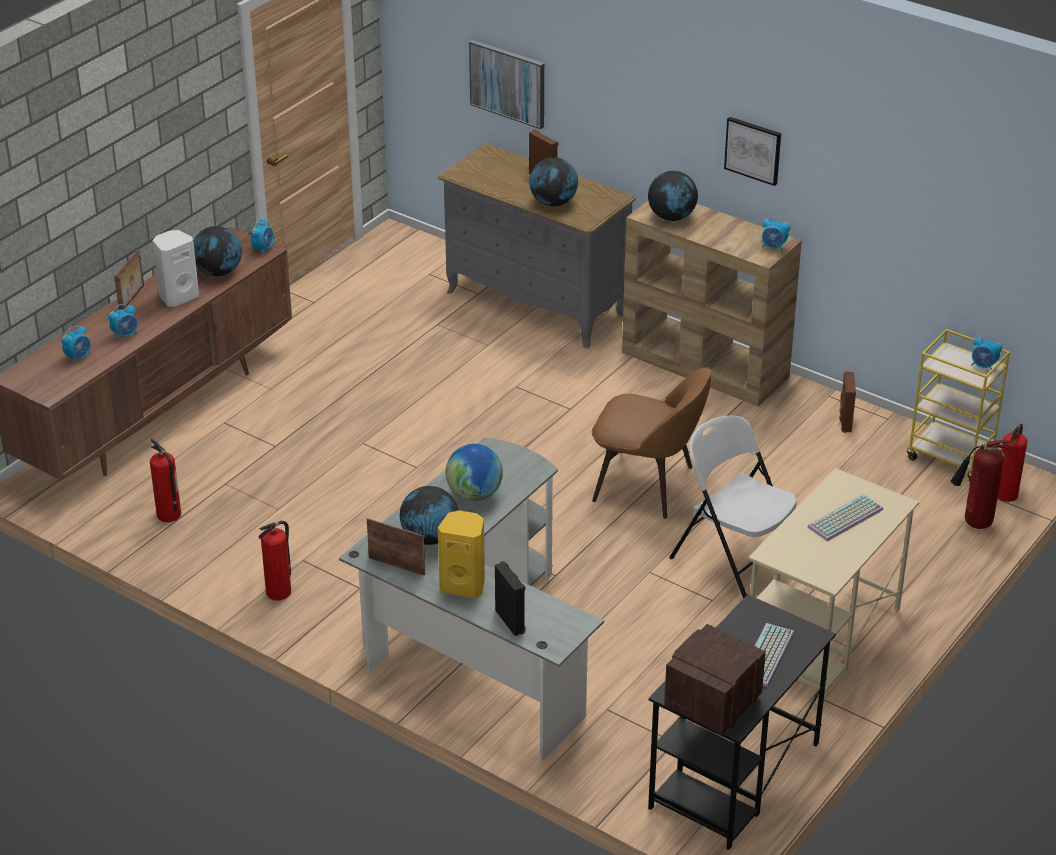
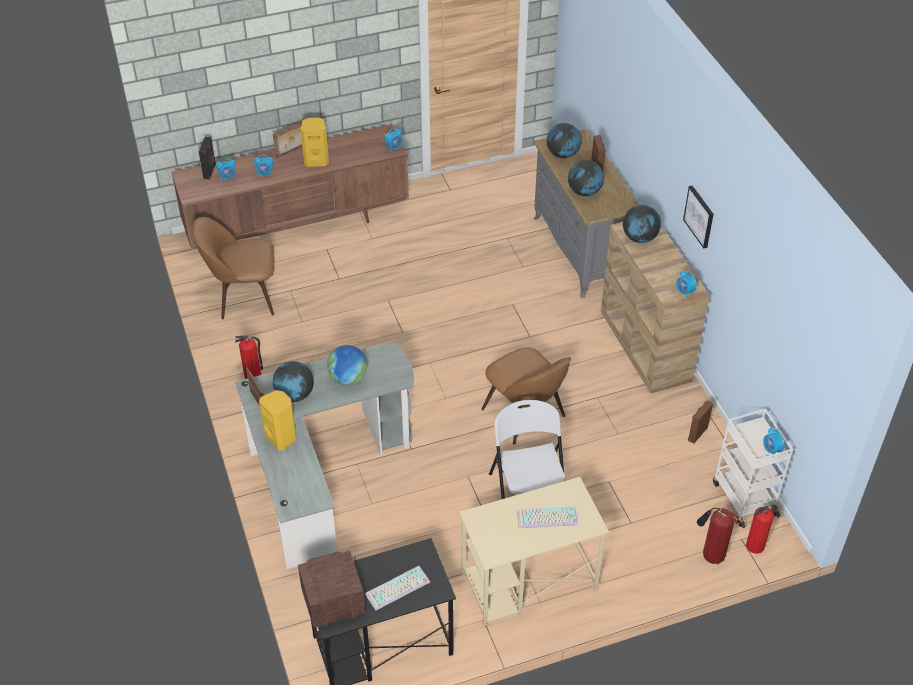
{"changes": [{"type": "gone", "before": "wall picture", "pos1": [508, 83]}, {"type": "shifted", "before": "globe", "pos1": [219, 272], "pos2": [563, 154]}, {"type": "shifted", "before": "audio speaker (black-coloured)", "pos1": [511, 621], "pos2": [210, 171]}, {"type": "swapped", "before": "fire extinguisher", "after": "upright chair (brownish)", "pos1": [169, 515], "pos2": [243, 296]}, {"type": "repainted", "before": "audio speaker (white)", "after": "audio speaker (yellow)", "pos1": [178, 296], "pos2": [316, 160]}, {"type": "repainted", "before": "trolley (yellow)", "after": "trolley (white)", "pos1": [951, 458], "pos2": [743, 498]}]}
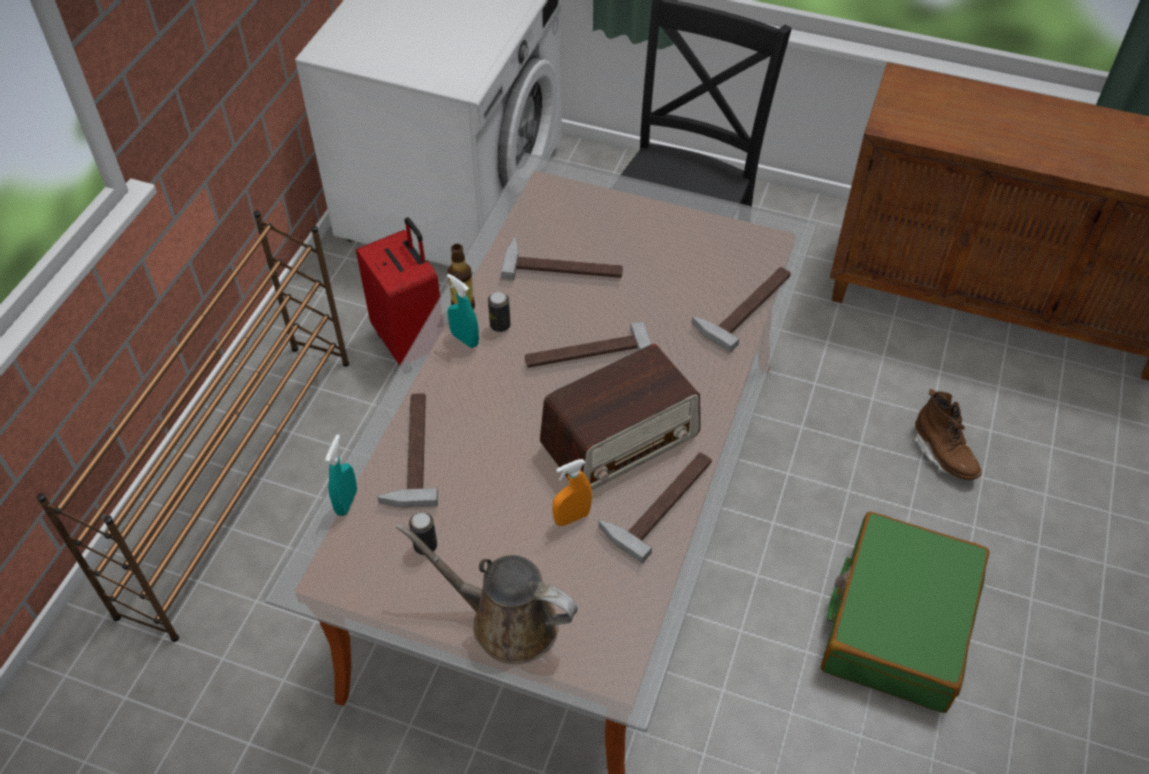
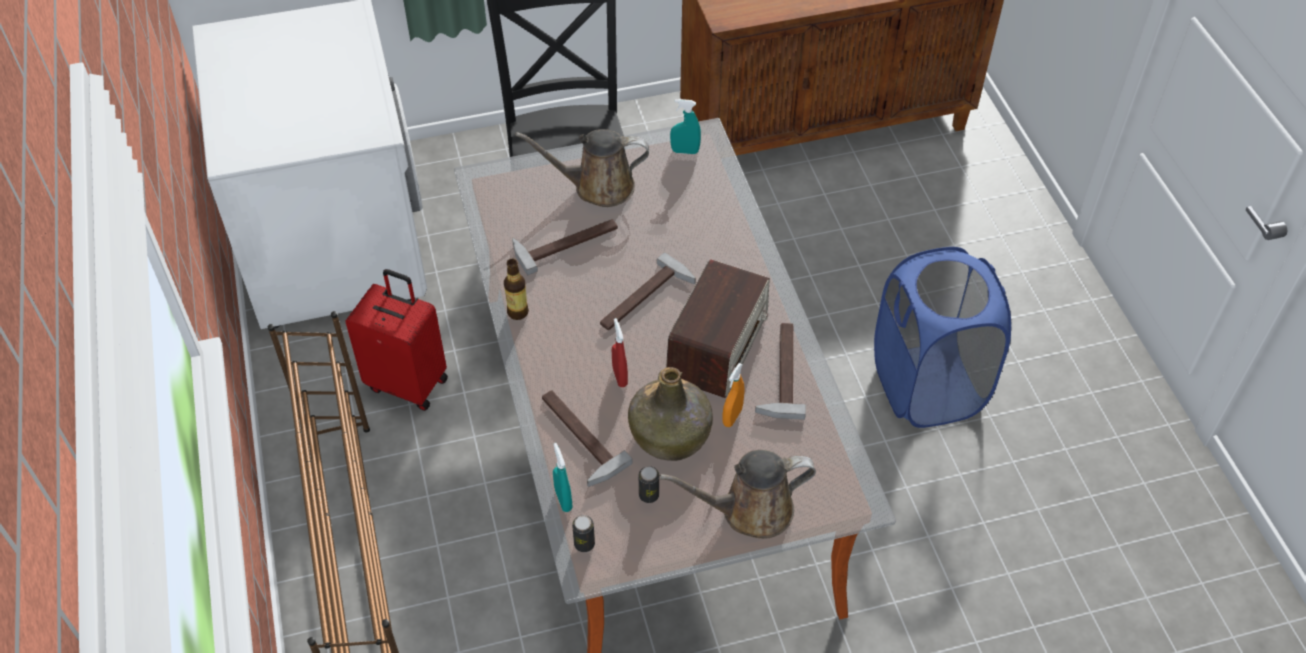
{"changes": [{"type": "gone", "before": "hammer", "pos1": [745, 304]}, {"type": "gone", "before": "high-top boot (brownish)", "pos1": [943, 454]}, {"type": "new", "after": "watering pot (brownish)", "pos2": [597, 187]}, {"type": "new", "after": "hand sprayer (red)", "pos2": [620, 376]}, {"type": "new", "after": "drink bottle (green)", "pos2": [671, 434]}, {"type": "shifted", "before": "hand sprayer (turquoise-coloured)", "pos1": [464, 339], "pos2": [685, 151]}, {"type": "shifted", "before": "metal can", "pos1": [500, 325], "pos2": [584, 544]}, {"type": "swapped", "before": "suitcase (green)", "after": "laundry basket (bluish)", "pos1": [897, 623], "pos2": [927, 386]}]}
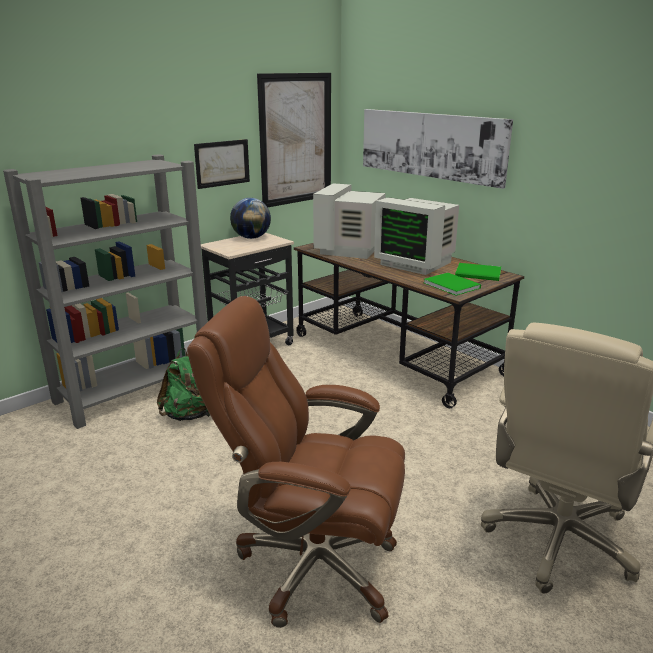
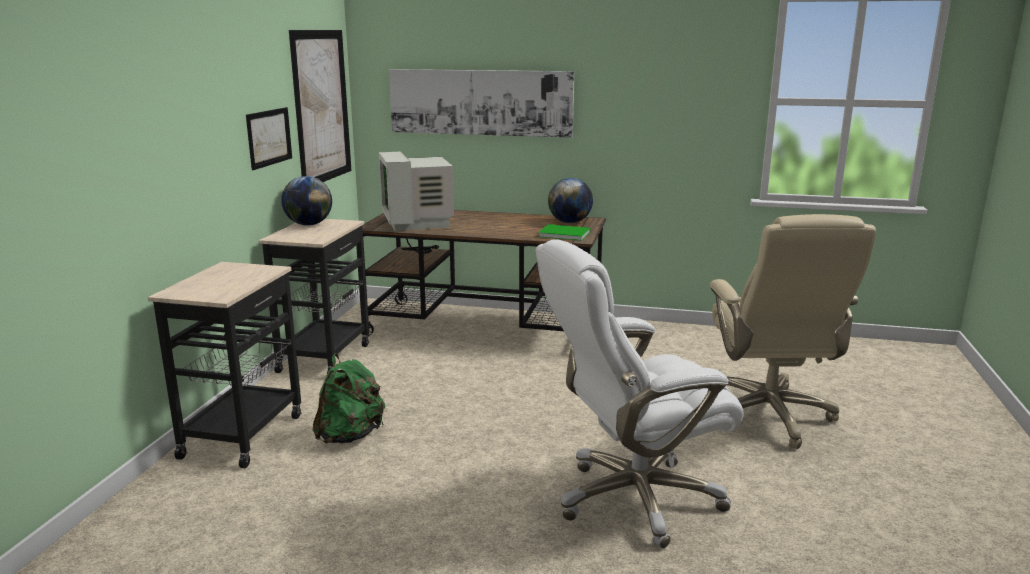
{"changes": [{"type": "gone", "before": "computer screen", "pos1": [416, 263]}, {"type": "swapped", "before": "bookcase (greyish)", "after": "trolley", "pos1": [135, 390], "pos2": [242, 435]}, {"type": "swapped", "before": "book (green)", "after": "globe", "pos1": [479, 274], "pos2": [570, 222]}, {"type": "repainted", "before": "office chair (brownish)", "after": "office chair (white)", "pos1": [312, 565], "pos2": [631, 500]}]}
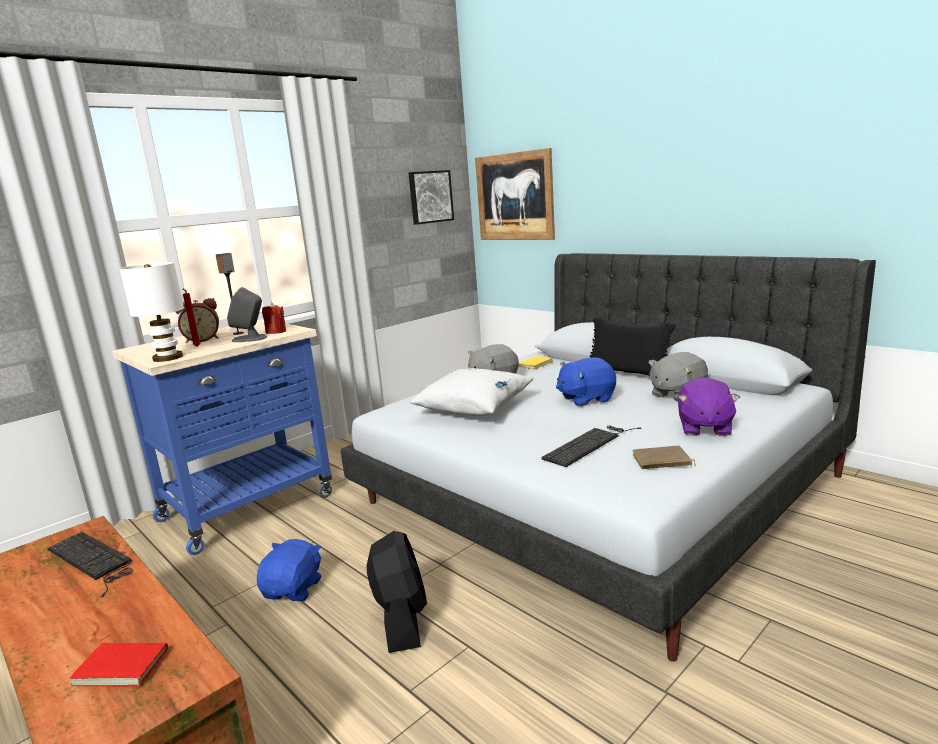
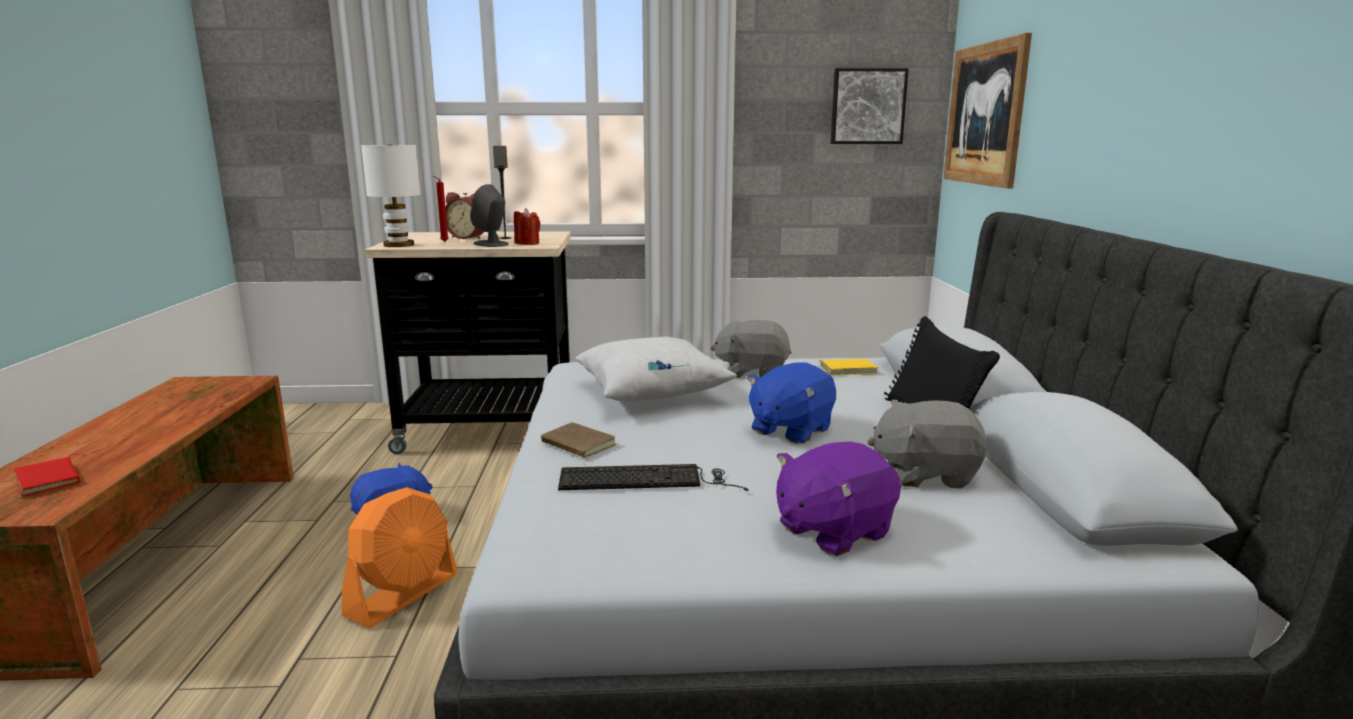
{"changes": [{"type": "gone", "before": "PC keyboard", "pos1": [93, 560]}, {"type": "shifted", "before": "book (brownish)", "pos1": [661, 461], "pos2": [576, 445]}, {"type": "repainted", "before": "trolley (bluish)", "after": "trolley (black-coloured)", "pos1": [248, 507], "pos2": [489, 432]}, {"type": "repainted", "before": "cooling fan (black-coloured)", "after": "cooling fan (orange-coloured)", "pos1": [401, 619], "pos2": [403, 594]}, {"type": "rotated", "before": "plush toy (bluish)", "pos1": [586, 399], "pos2": [790, 430], "turn": -75}]}
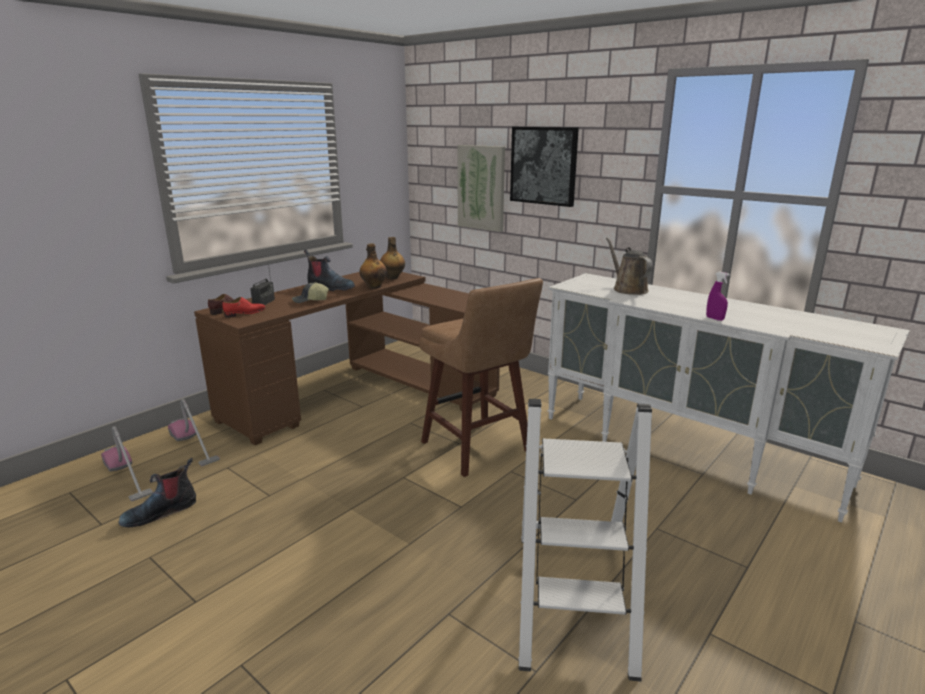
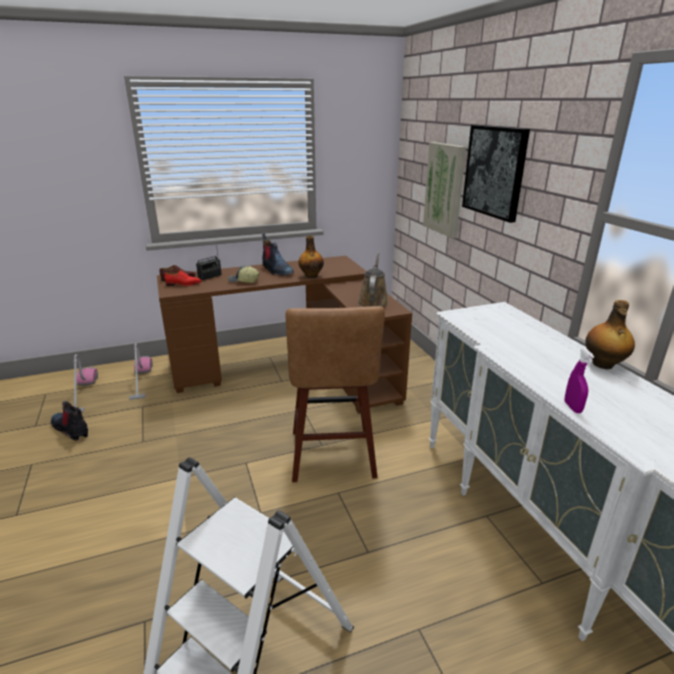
{"changes": [{"type": "shifted", "before": "drink bottle", "pos1": [392, 278], "pos2": [603, 364]}, {"type": "shifted", "before": "watering pot (brownish)", "pos1": [628, 289], "pos2": [373, 302]}, {"type": "rotated", "before": "high-top boot", "pos1": [161, 512], "pos2": [72, 429], "turn": 45}]}
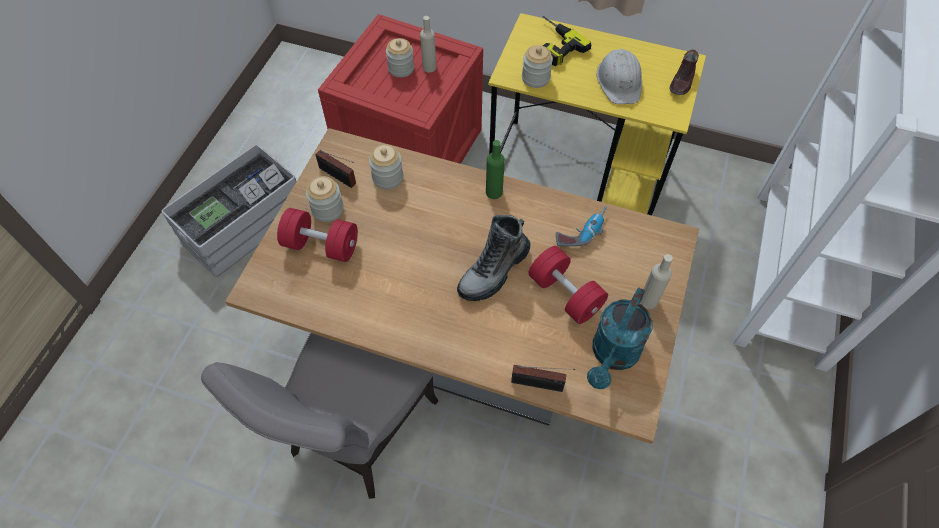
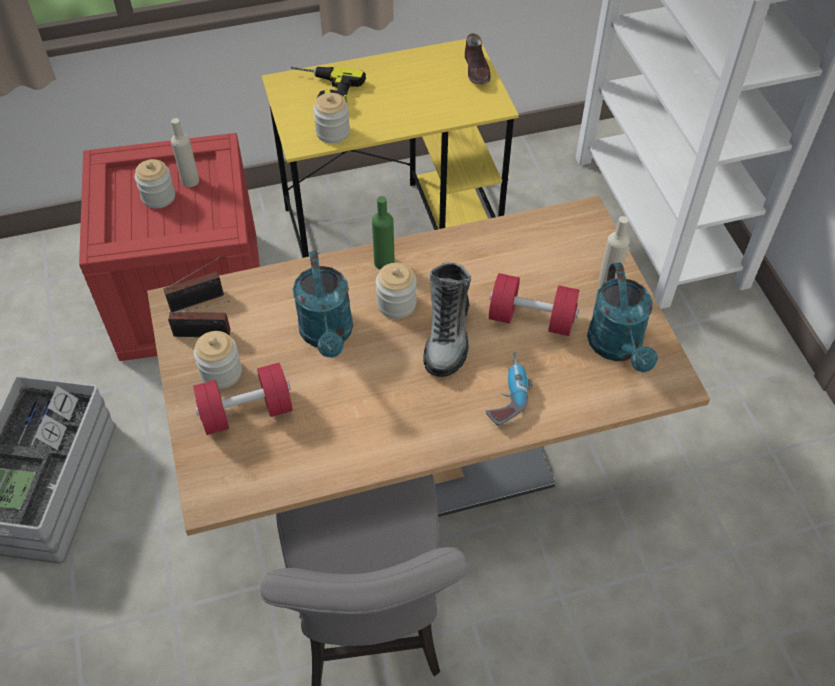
{"changes": [{"type": "gone", "before": "safety helmet (white)", "pos1": [619, 81]}, {"type": "new", "after": "watering pot (turquoise-coloured)", "pos2": [328, 335]}, {"type": "shifted", "before": "storage jar", "pos1": [387, 177], "pos2": [396, 304]}, {"type": "shifted", "before": "radio set", "pos1": [540, 384], "pos2": [199, 300]}, {"type": "shifted", "before": "power drill", "pos1": [582, 231], "pos2": [507, 394]}]}
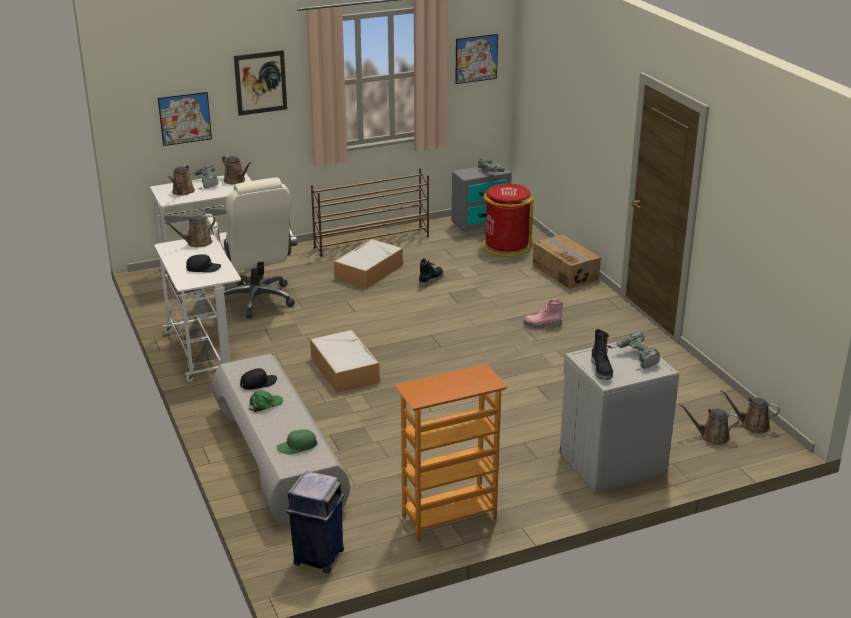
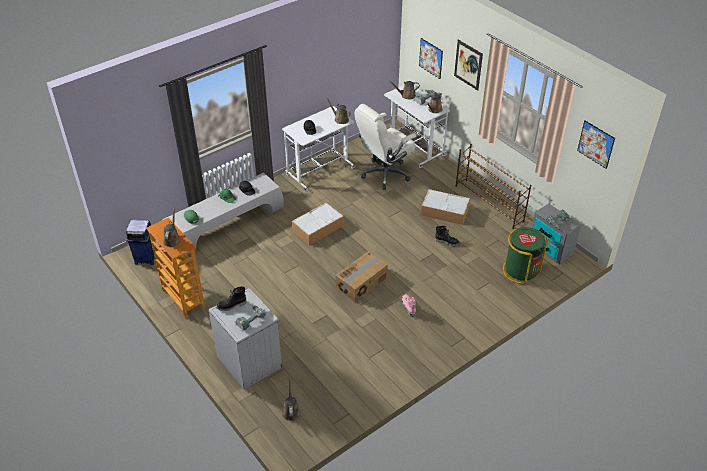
{"changes": [{"type": "shifted", "before": "carton", "pos1": [565, 272], "pos2": [362, 283]}, {"type": "shifted", "before": "watering pot (brownish)", "pos1": [752, 425], "pos2": [172, 239]}, {"type": "repainted", "before": "trash can (red)", "after": "trash can (green)", "pos1": [506, 246], "pos2": [520, 270]}]}
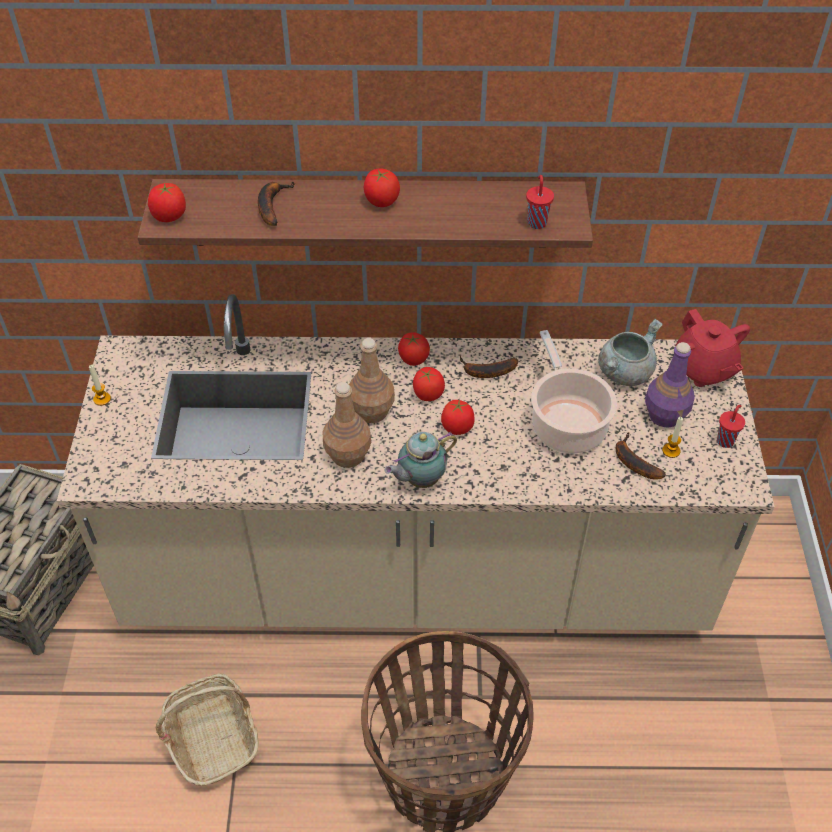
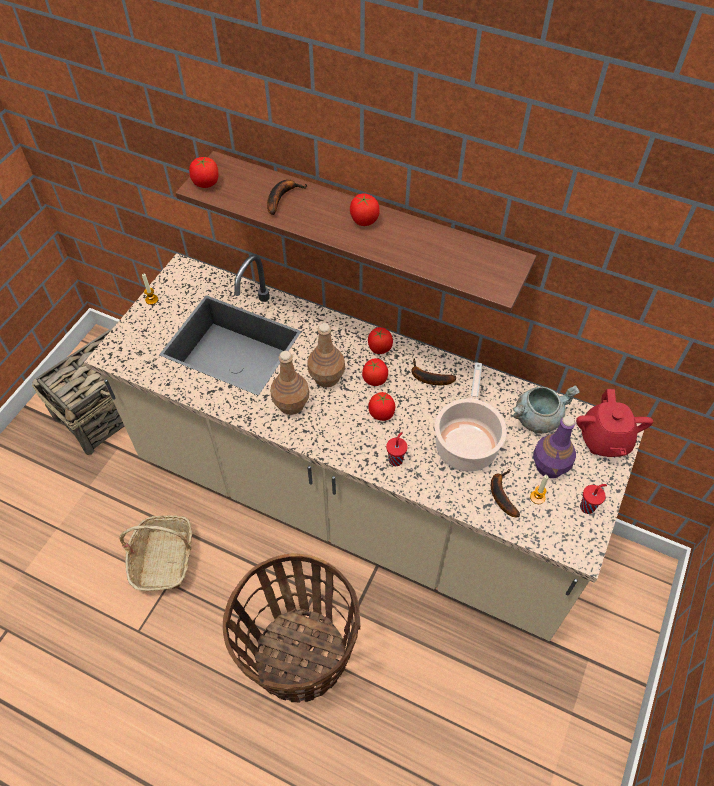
{"changes": [{"type": "gone", "before": "tea pot", "pos1": [420, 479]}, {"type": "shifted", "before": "small cup (red)", "pos1": [537, 222], "pos2": [396, 459]}]}
